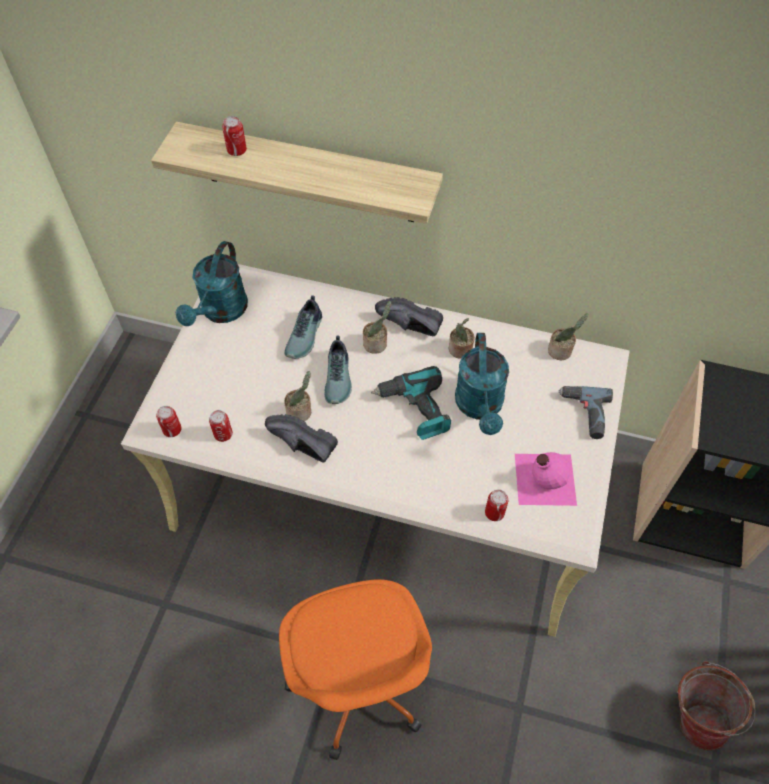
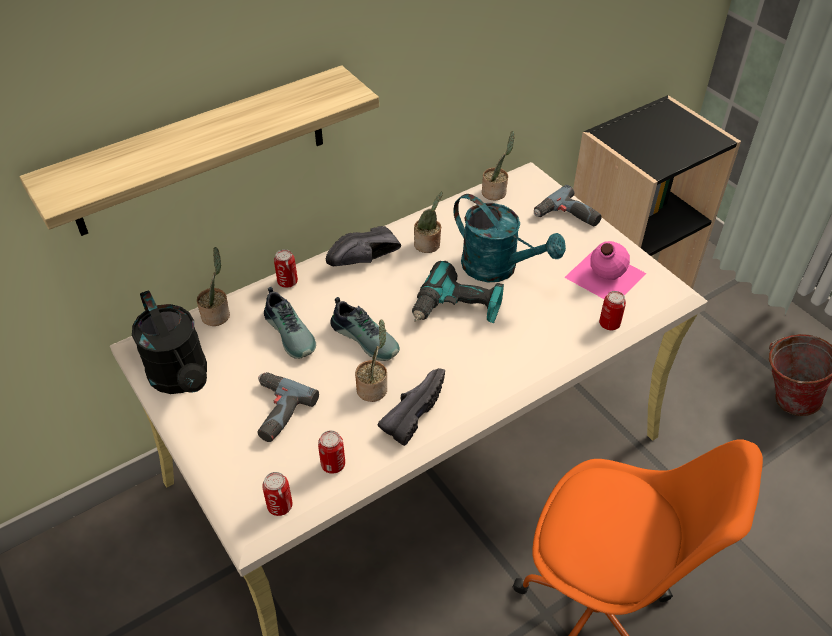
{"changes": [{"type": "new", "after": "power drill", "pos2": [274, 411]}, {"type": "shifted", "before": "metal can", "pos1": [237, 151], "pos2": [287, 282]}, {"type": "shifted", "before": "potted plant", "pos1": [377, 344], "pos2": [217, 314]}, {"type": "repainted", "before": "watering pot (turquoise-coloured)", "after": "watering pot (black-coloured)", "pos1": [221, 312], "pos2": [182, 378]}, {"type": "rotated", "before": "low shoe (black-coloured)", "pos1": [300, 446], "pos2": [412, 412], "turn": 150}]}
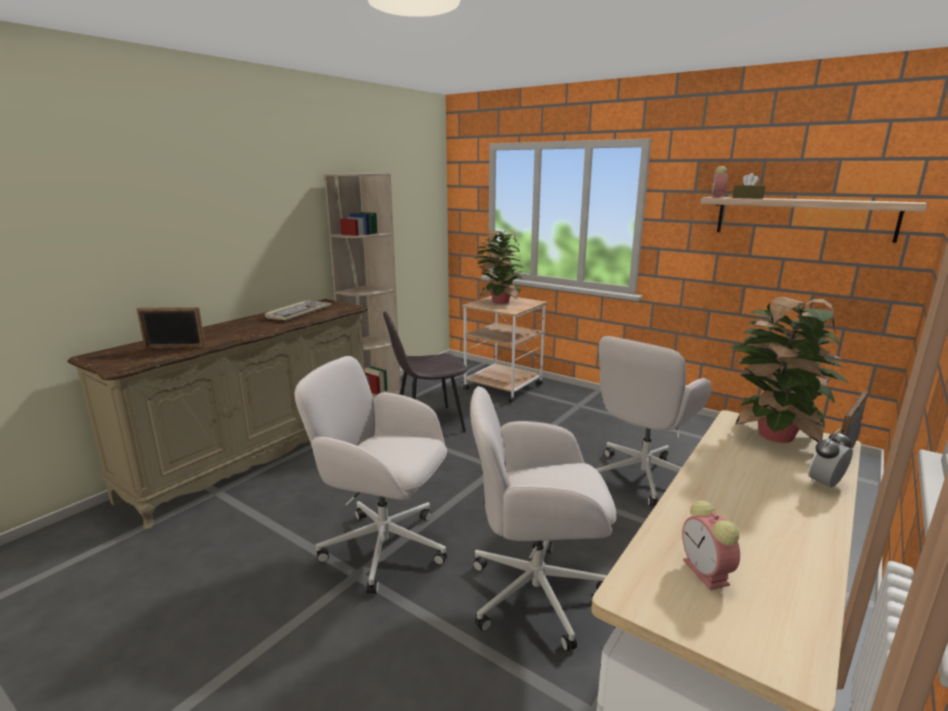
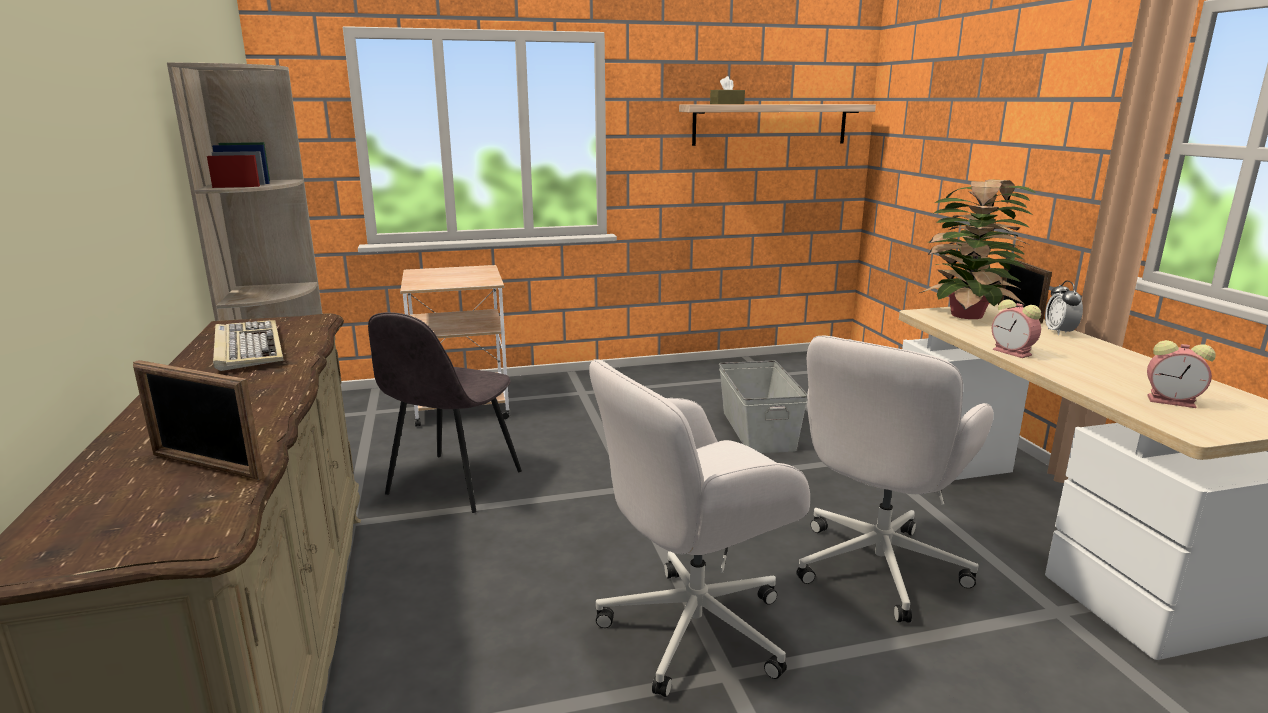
{"changes": [{"type": "gone", "before": "potted plant", "pos1": [499, 302]}, {"type": "shifted", "before": "table clock", "pos1": [717, 197], "pos2": [1013, 352]}, {"type": "swapped", "before": "office chair (white)", "after": "storage box (greyish)", "pos1": [642, 477], "pos2": [757, 431]}, {"type": "rotated", "before": "picture frame", "pos1": [175, 348], "pos2": [206, 466], "turn": 75}]}
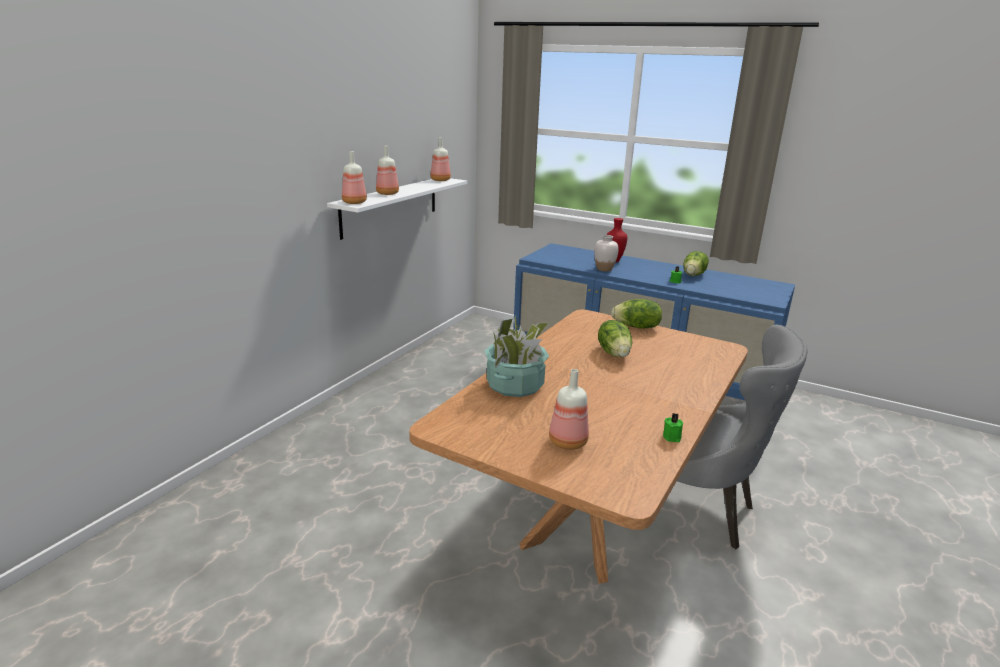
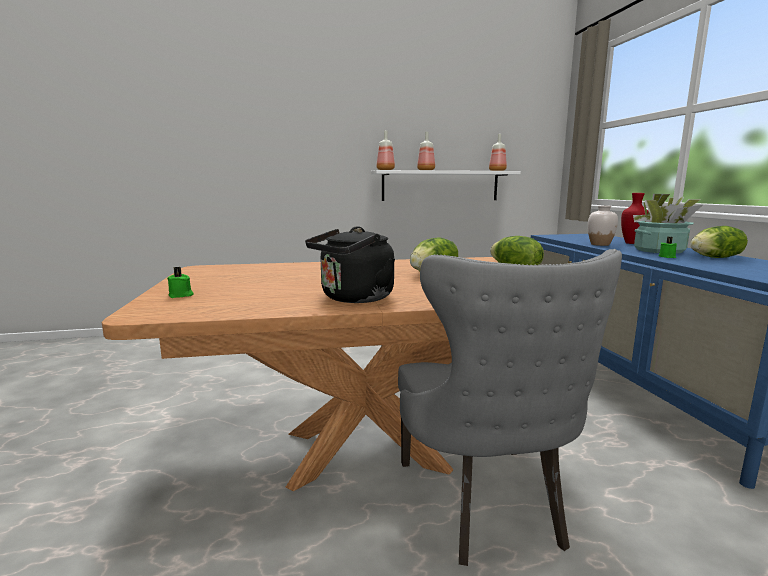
{"changes": [{"type": "gone", "before": "drink bottle", "pos1": [567, 443]}, {"type": "new", "after": "tea kettle (black-coloured)", "pos2": [354, 298]}, {"type": "shifted", "before": "potted plant", "pos1": [515, 385], "pos2": [659, 250]}, {"type": "shifted", "before": "wax light (green)", "pos1": [672, 437], "pos2": [181, 295]}]}
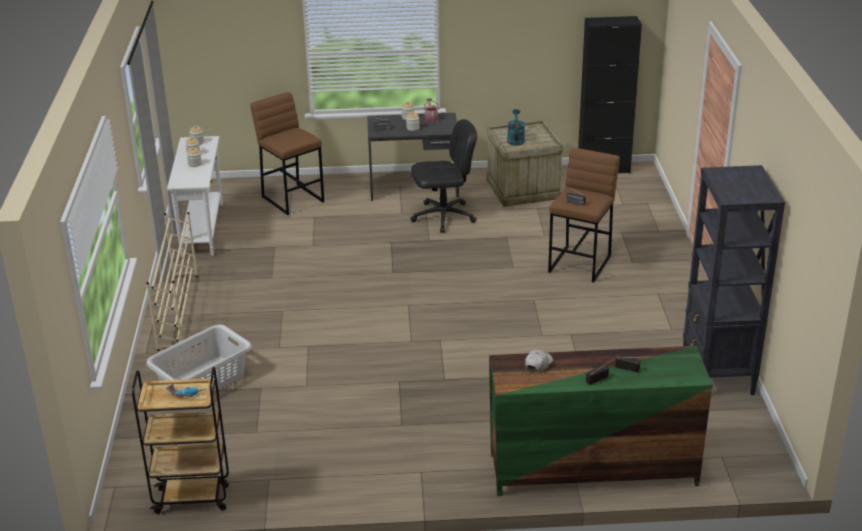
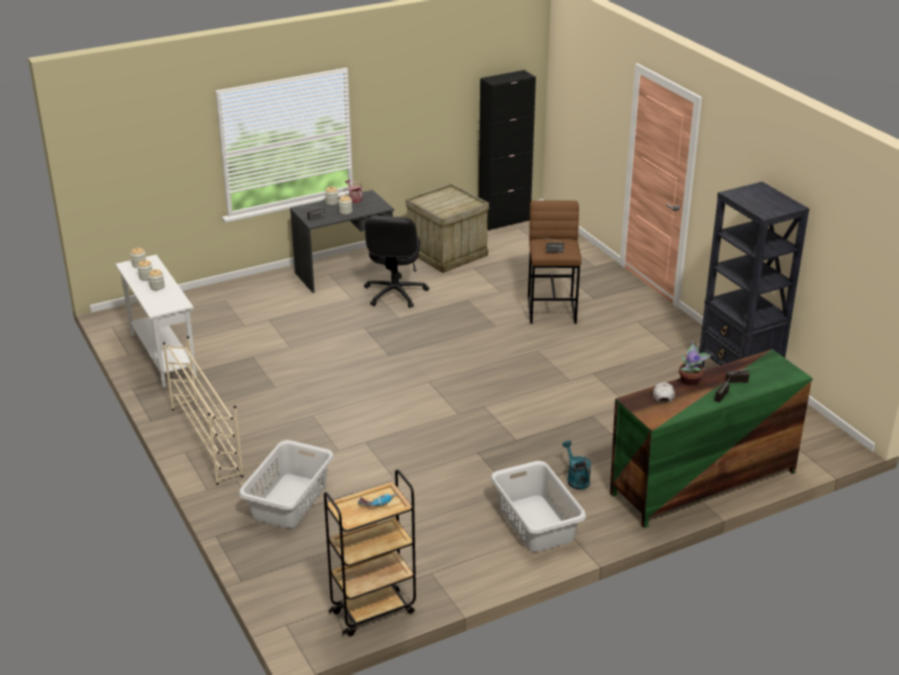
{"changes": [{"type": "gone", "before": "sitting stool (brownish)", "pos1": [292, 198]}, {"type": "new", "after": "laundry basket (greyish)", "pos2": [535, 524]}, {"type": "new", "after": "potted plant", "pos2": [691, 380]}, {"type": "shifted", "before": "watering pot (turquoise-coloured)", "pos1": [515, 139], "pos2": [576, 479]}, {"type": "rotated", "before": "office chair (black-coloured)", "pos1": [444, 217], "pos2": [395, 293], "turn": 135}]}
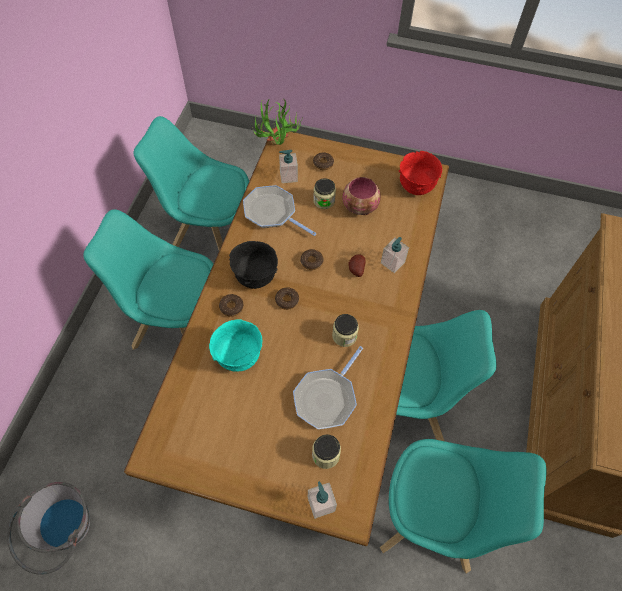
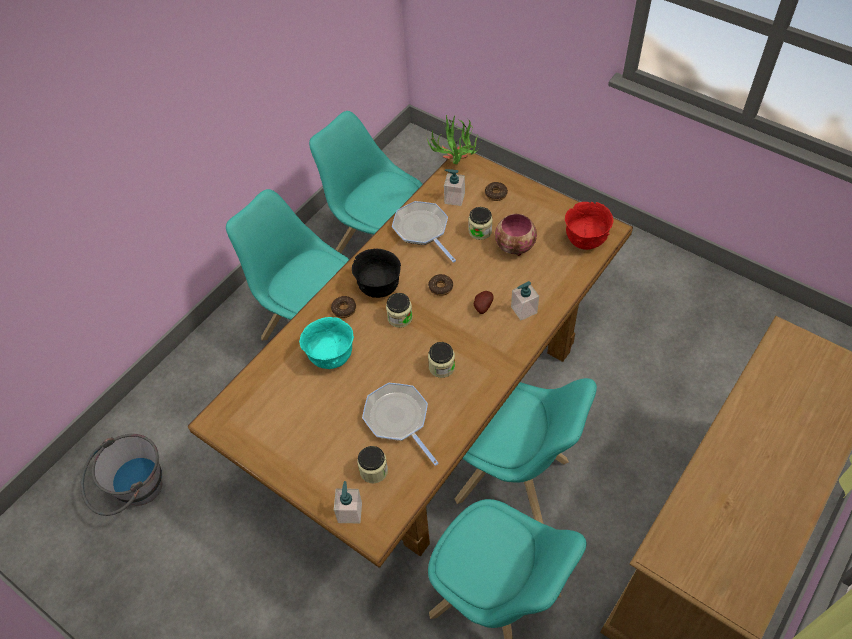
{"changes": [{"type": "swapped", "before": "doughnut", "after": "storage jar", "pos1": [287, 300], "pos2": [400, 317]}, {"type": "rotated", "before": "frying pan", "pos1": [327, 397], "pos2": [398, 419], "turn": 90}]}
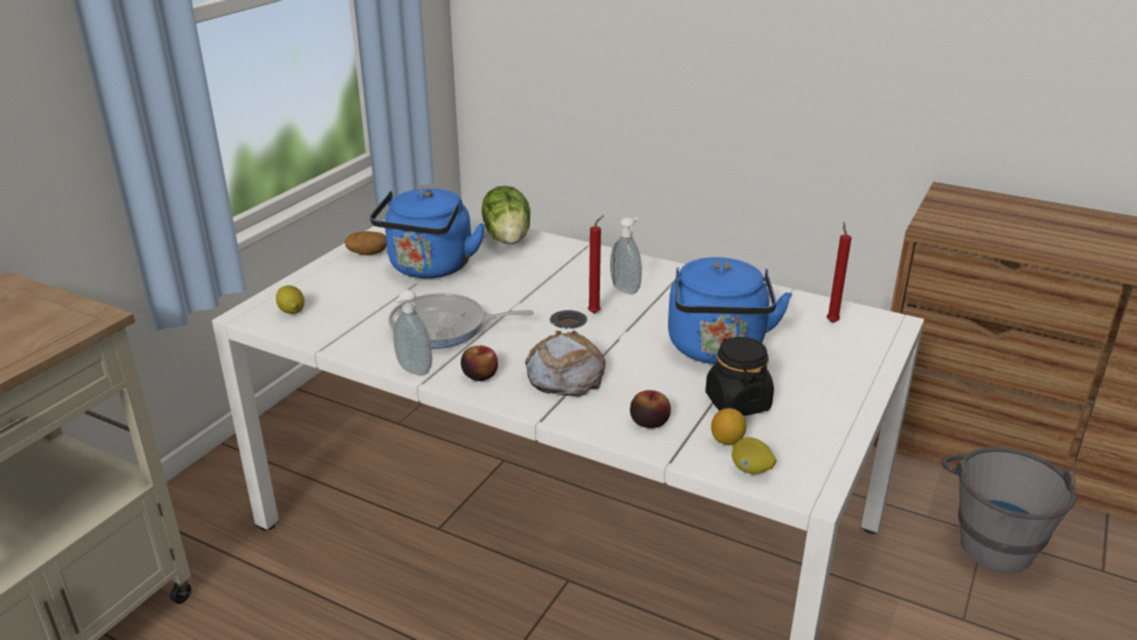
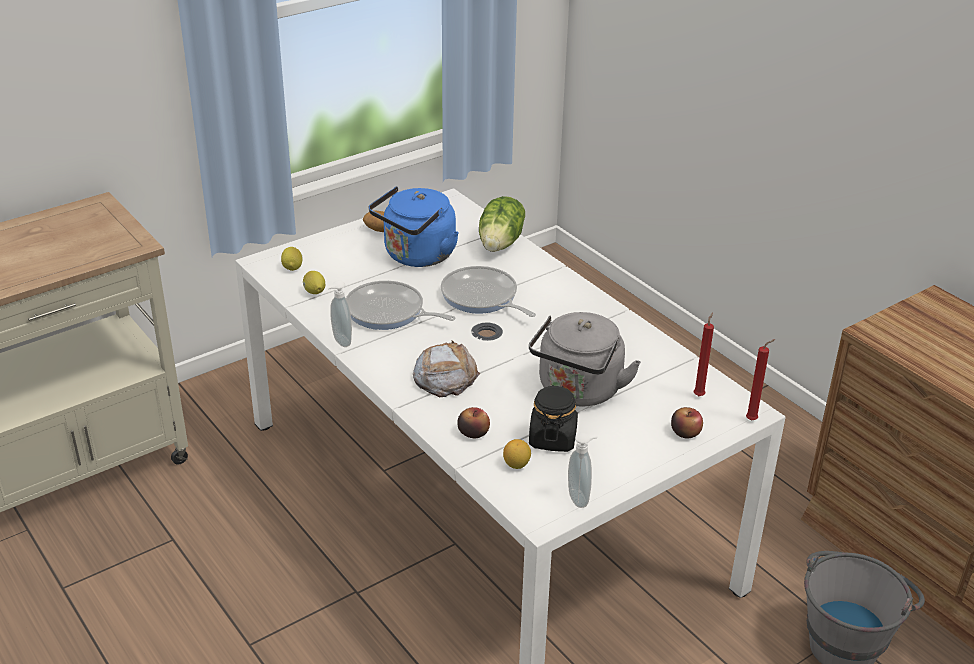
{"changes": [{"type": "new", "after": "frying pan", "pos2": [482, 297]}, {"type": "shifted", "before": "whole apple", "pos1": [480, 375], "pos2": [685, 432]}, {"type": "shifted", "before": "wax light (red)", "pos1": [595, 312], "pos2": [753, 420]}, {"type": "shifted", "before": "liquid soap bottle", "pos1": [626, 289], "pos2": [580, 498]}, {"type": "shifted", "before": "lemon", "pos1": [751, 470], "pos2": [314, 292]}, {"type": "repainted", "before": "tea kettle (bluish)", "after": "tea kettle (greyish)", "pos1": [717, 350], "pos2": [578, 392]}]}
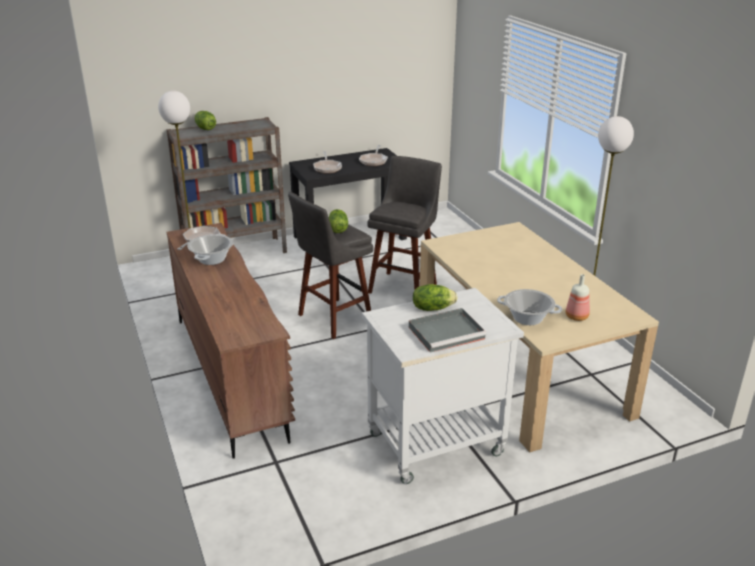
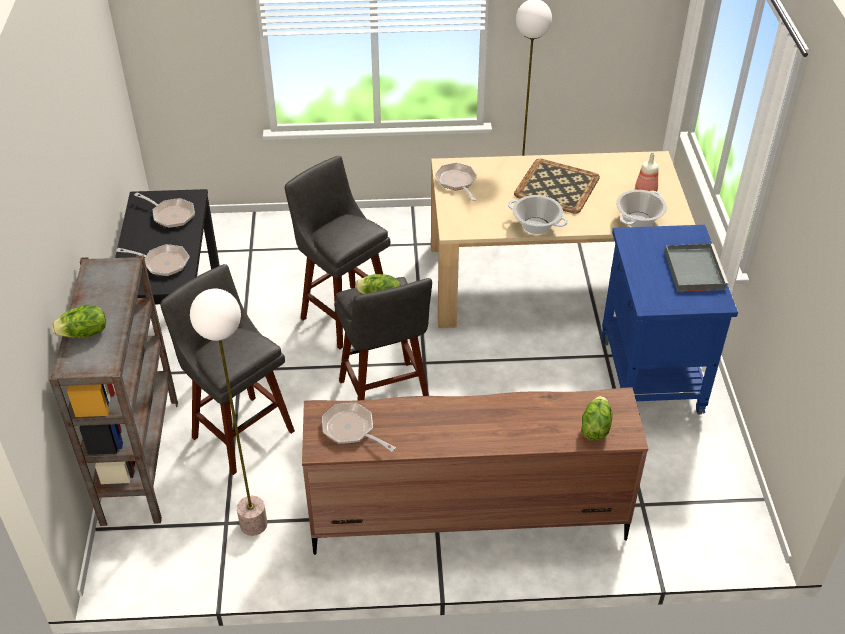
{"changes": [{"type": "new", "after": "sitting stool (greyish)", "pos2": [241, 431]}, {"type": "new", "after": "frying pan", "pos2": [457, 182]}, {"type": "new", "after": "carrying tray", "pos2": [557, 187]}, {"type": "shifted", "before": "cooking pot", "pos1": [212, 259], "pos2": [536, 225]}, {"type": "shifted", "before": "head of lettuce", "pos1": [432, 308], "pos2": [594, 428]}, {"type": "repainted", "before": "trolley (white)", "after": "trolley (bluish)", "pos1": [434, 445], "pos2": [650, 377]}]}
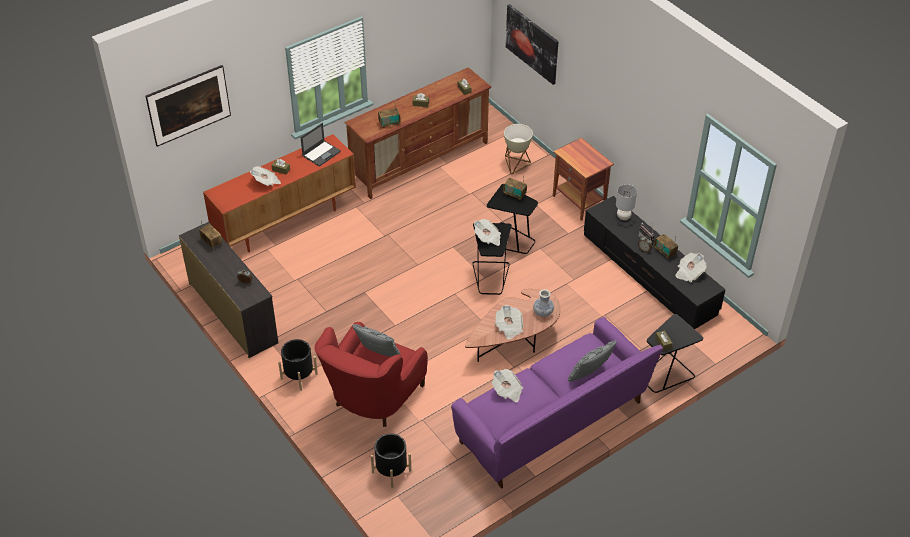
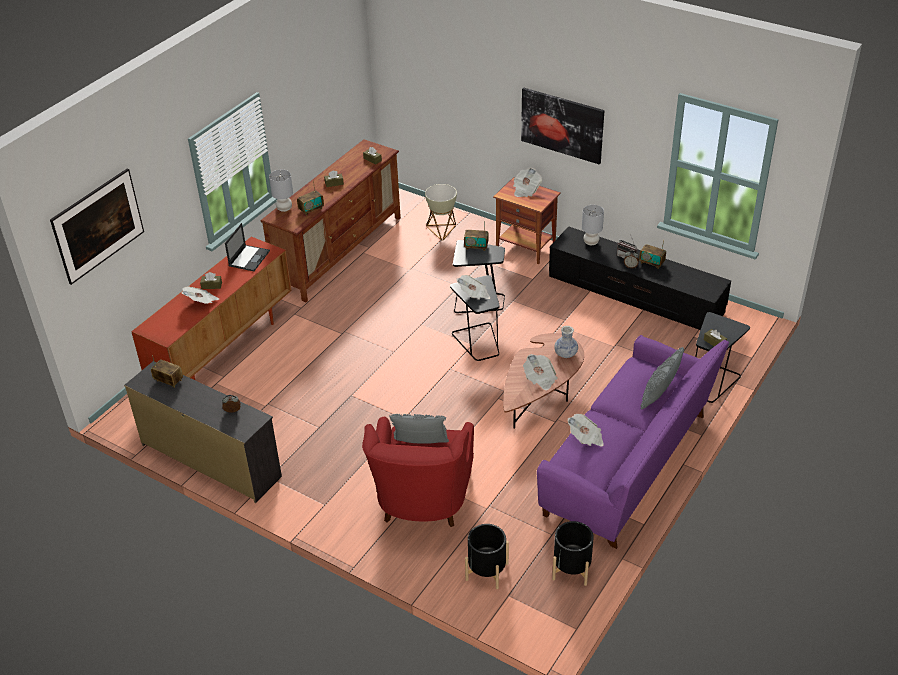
{"changes": [{"type": "new", "after": "lamp for a table (greyish)", "pos2": [284, 208]}, {"type": "shifted", "before": "flower pot (black-coloured)", "pos1": [299, 376], "pos2": [571, 569]}, {"type": "shifted", "before": "wall picture", "pos1": [532, 43], "pos2": [562, 125]}, {"type": "shifted", "before": "printed paper", "pos1": [689, 273], "pos2": [526, 190]}]}
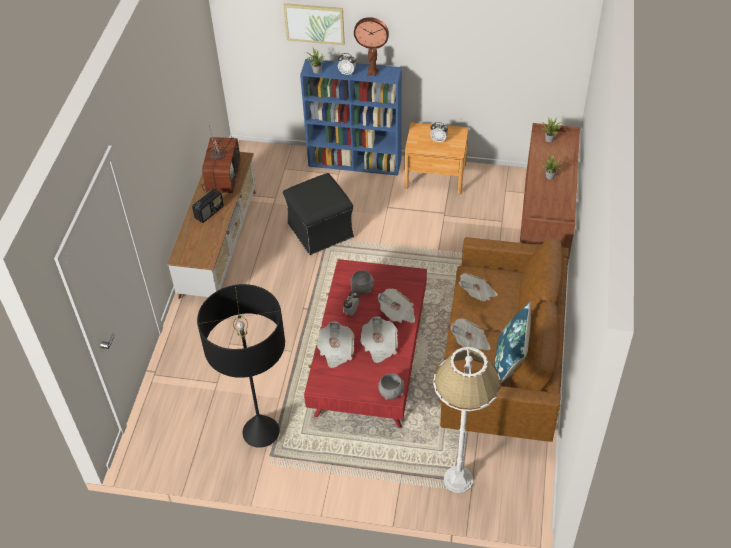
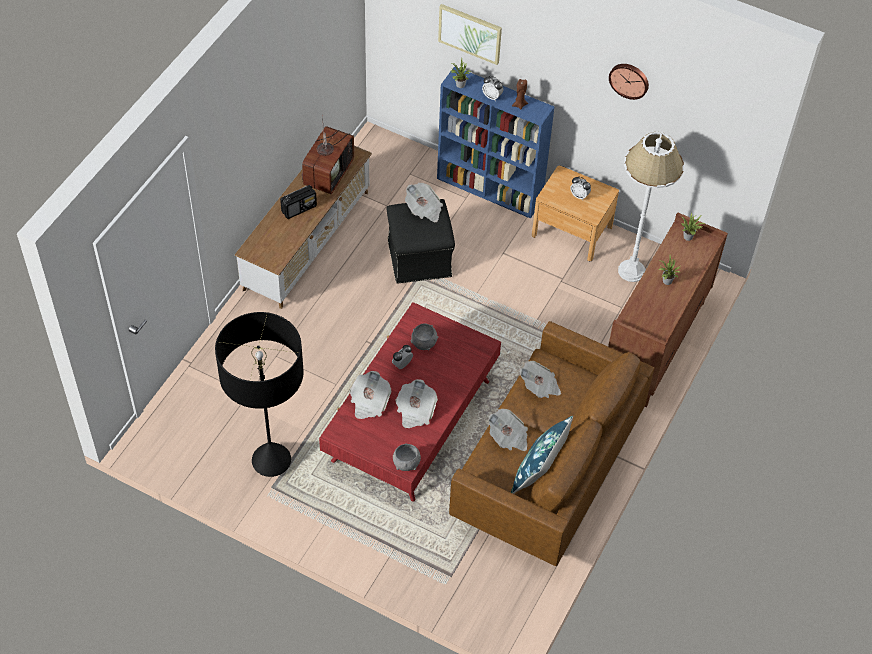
{"changes": [{"type": "shifted", "before": "hanging clock", "pos1": [371, 31], "pos2": [629, 80]}, {"type": "shifted", "before": "printed paper", "pos1": [397, 313], "pos2": [424, 209]}, {"type": "shifted", "before": "standard lamp (white)", "pos1": [458, 480], "pos2": [632, 271]}]}
